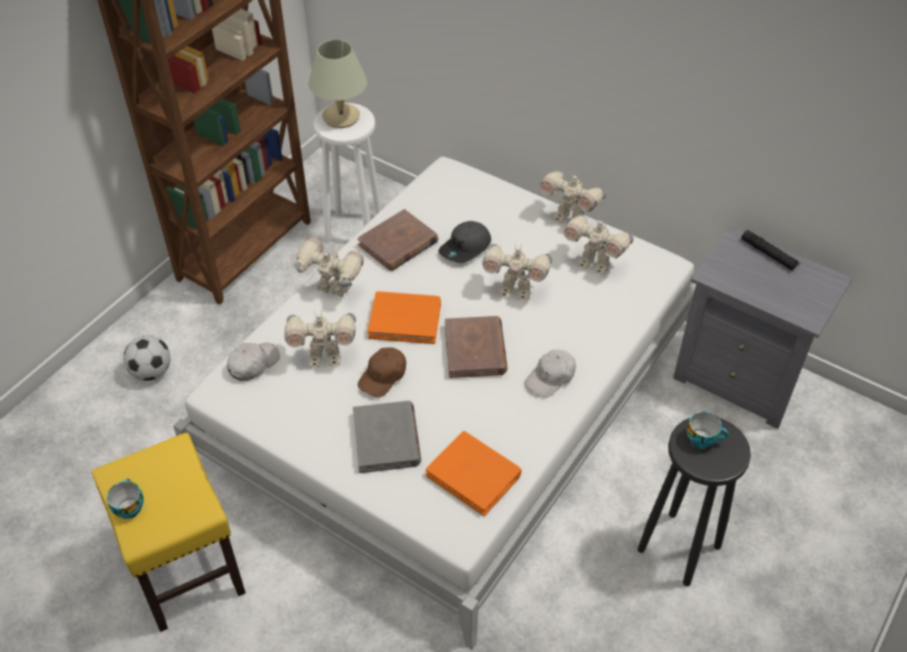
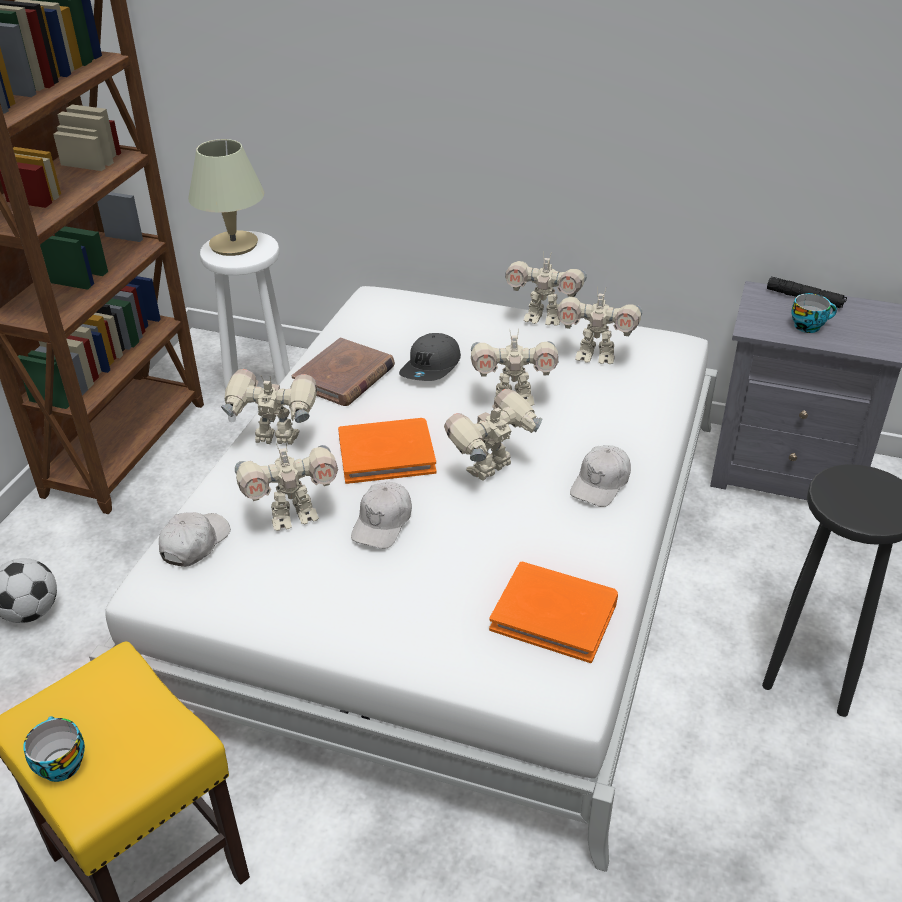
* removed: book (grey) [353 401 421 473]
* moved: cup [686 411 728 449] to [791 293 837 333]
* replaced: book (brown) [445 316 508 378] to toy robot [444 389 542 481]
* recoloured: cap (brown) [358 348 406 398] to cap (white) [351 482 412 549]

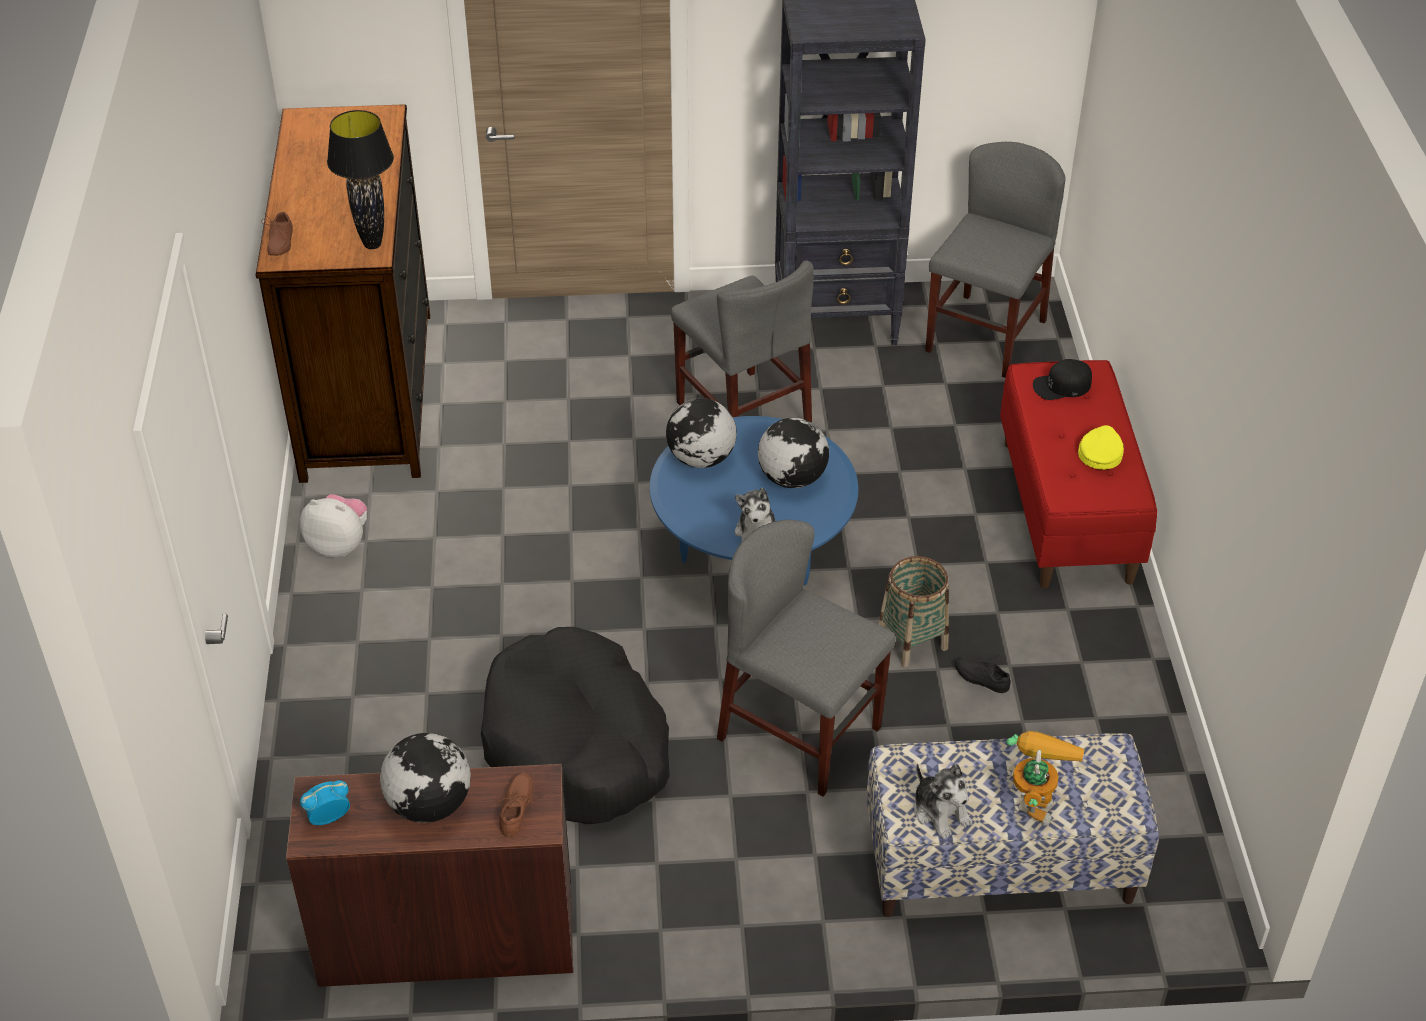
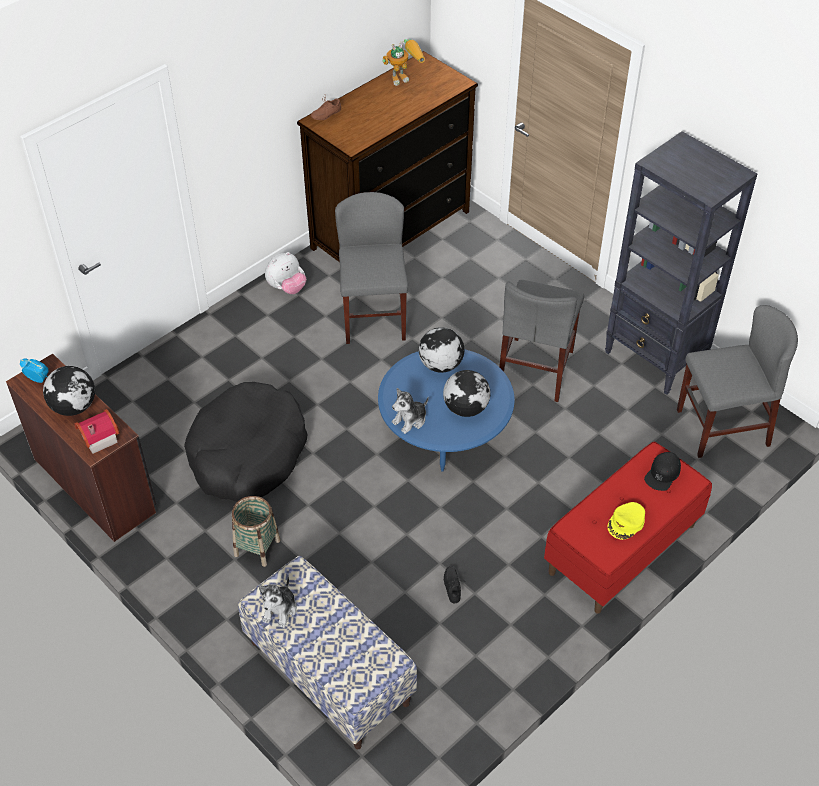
* removed: table lamp (black) [327 110 394 249]
* moved: chair (grey) [717 520 895 796] to [335 192 408 344]
* moved: basket [878 556 949 667] to [232 496 280 567]
* moved: toy robot [1007 731 1085 826] to [382 39 425 86]
* replaced: shoe (brown) [498 773 534 837] to toy house [74 409 120 454]
* turned: plush toy [300 494 367 557] = [265 252 306 294] 75 degrees clockwise
* turned: cap (black) [1033 359 1092 400] = [644 452 681 491] 90 degrees counterclockwise
* turned: cap (yellow) [1078 425 1124 470] = [607 502 645 540] 150 degrees clockwise

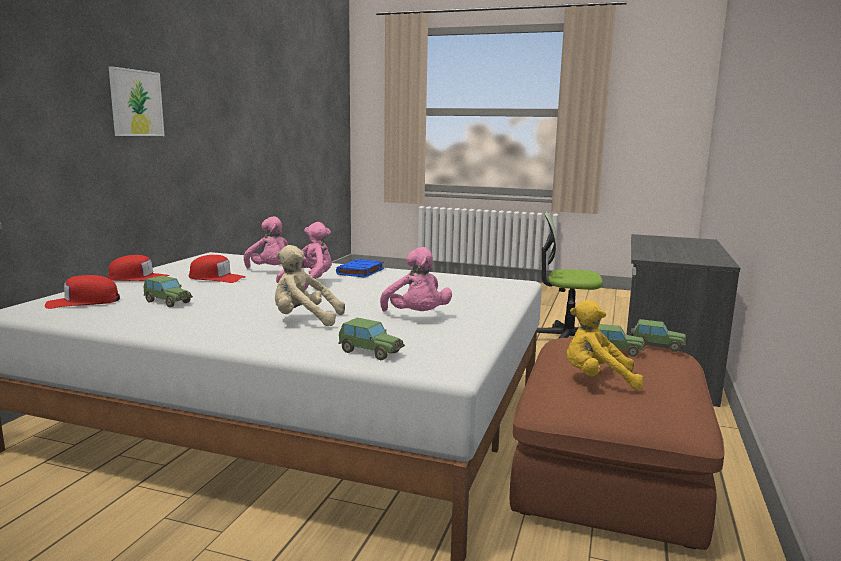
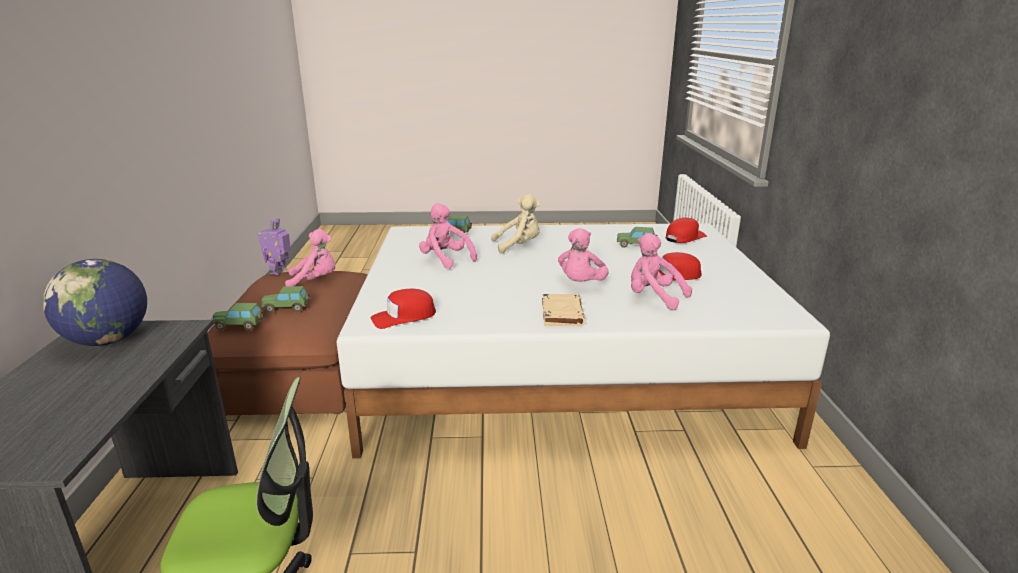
* removed: picture [108 66 164 136]
* added: globe [43 259 147 346]
* added: toy robot [258 218 291 275]
* moved: cap (red) [108 255 170 281] to [371 289 436 329]
* recoloured: book (blue) [336 259 384 278] to book (beige) [542 294 585 326]
* recoloured: plush toy (yellow) [567 300 643 390] to plush toy (pink) [285 229 335 287]

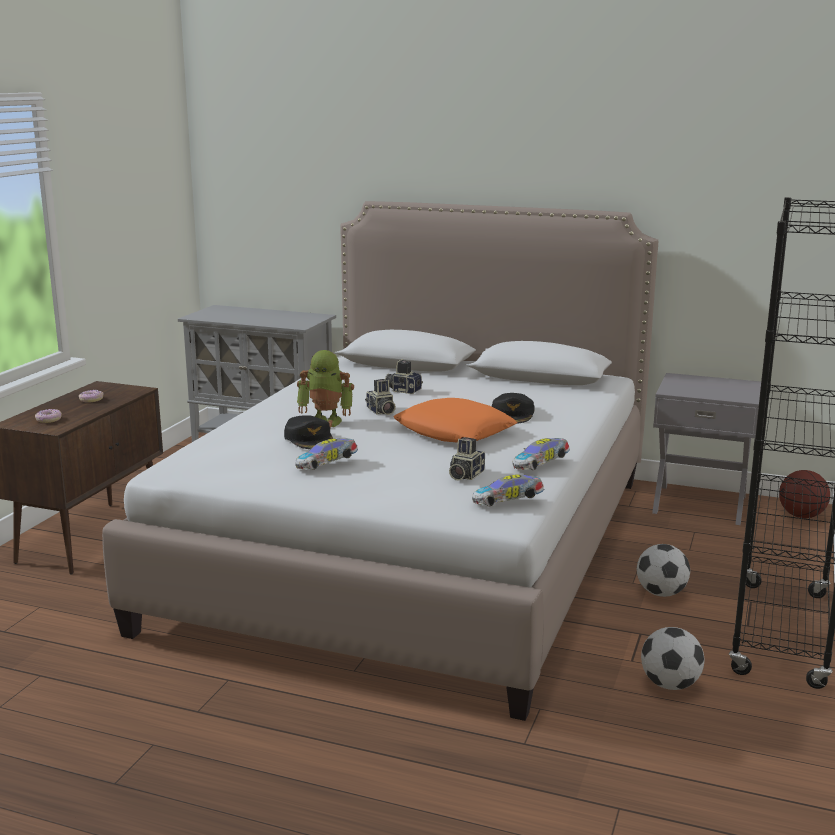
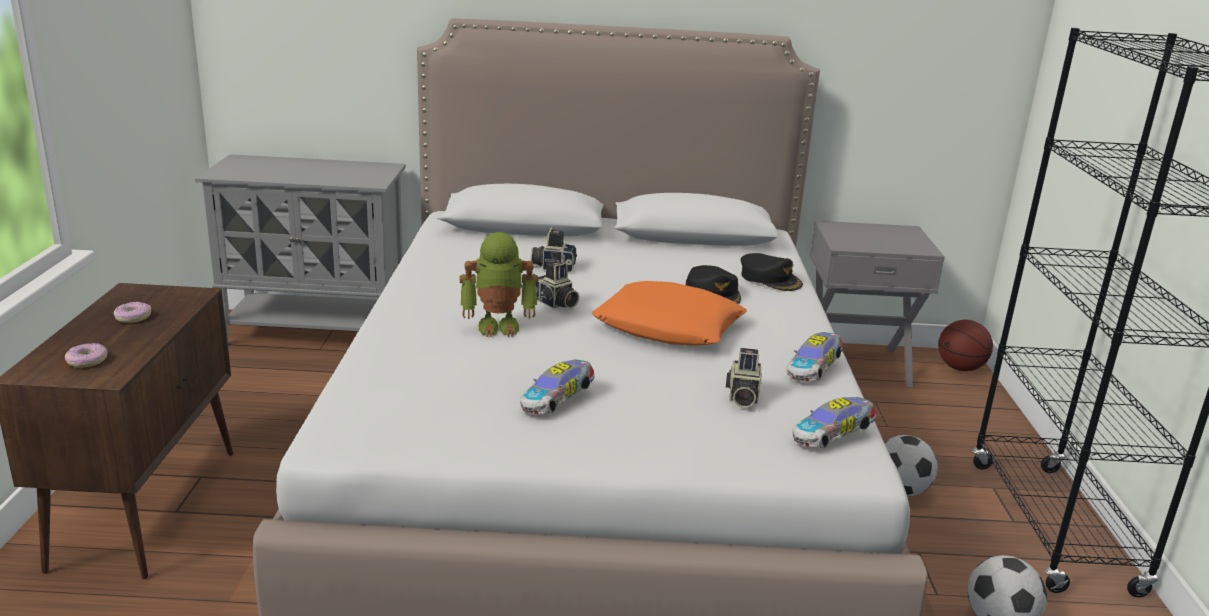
* moved: cap (black) [284 415 333 449] to [741 253 803 291]

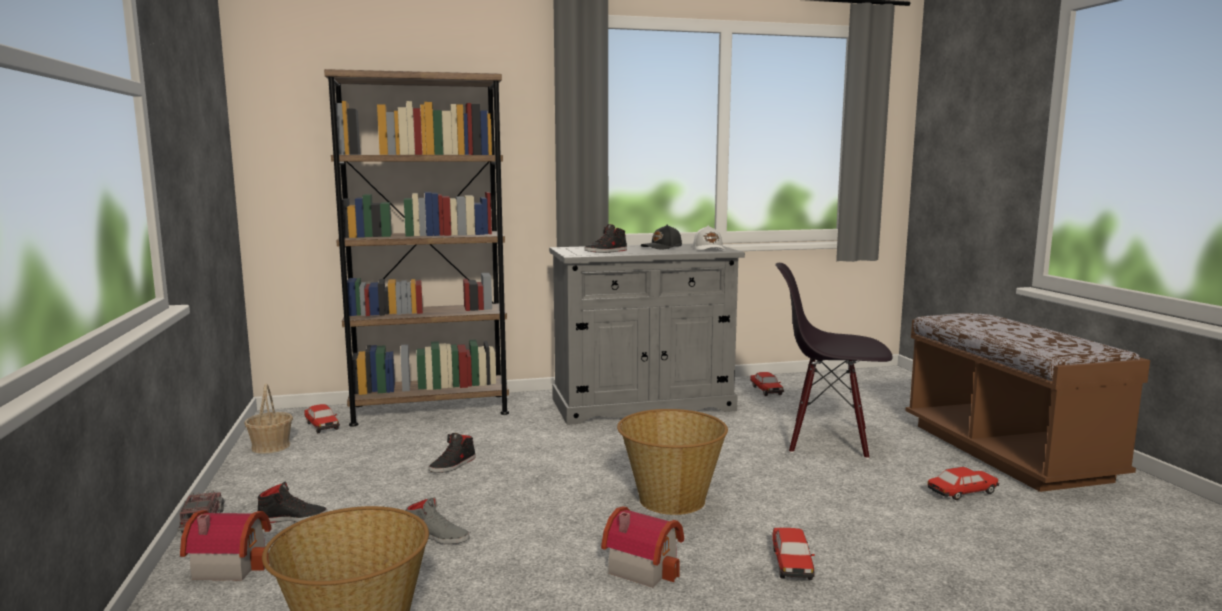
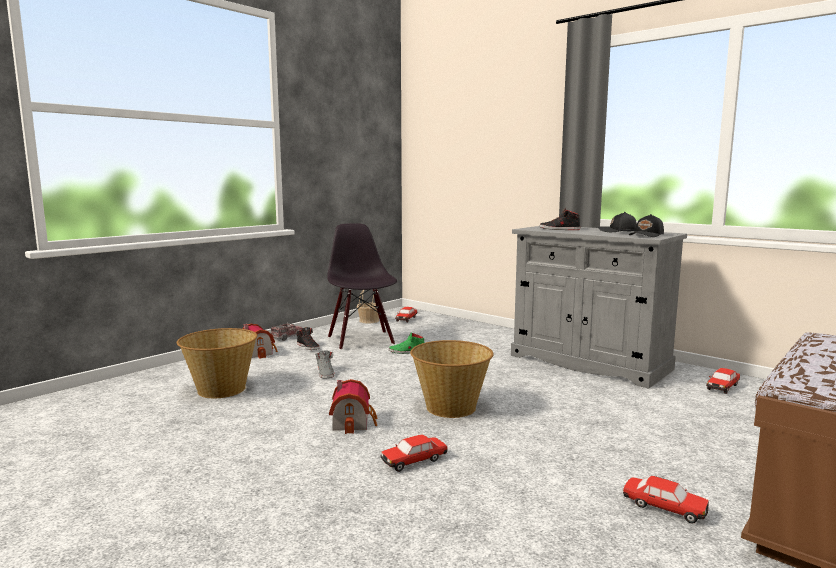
* removed: bookcase (brown) [324 69 509 427]
* moved: chair (black) [775 263 893 459] to [327 223 397 350]
* recoloured: shoe (black) [429 433 476 473] to shoe (green) [389 332 425 354]
* recoloured: cap (white) [693 225 725 251] to cap (black) [629 214 664 237]

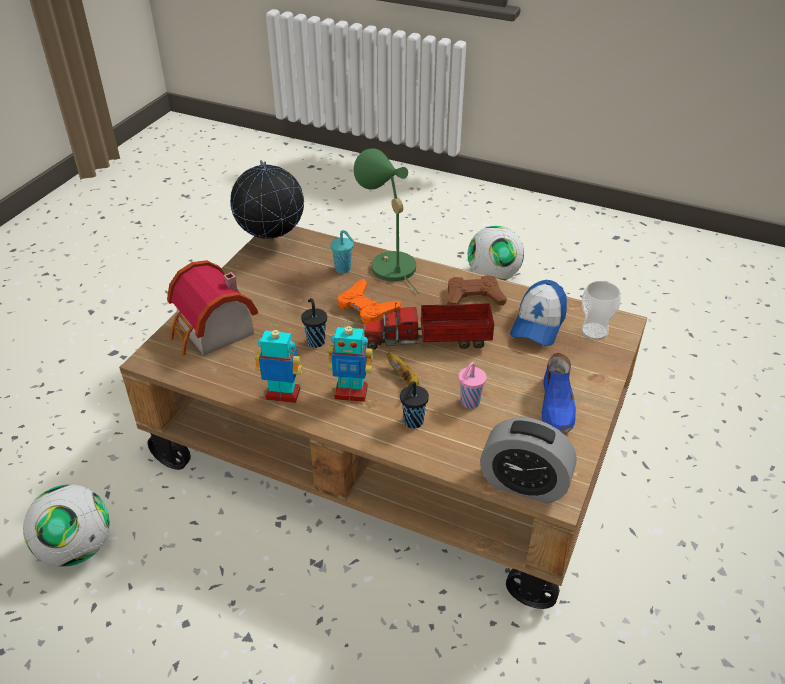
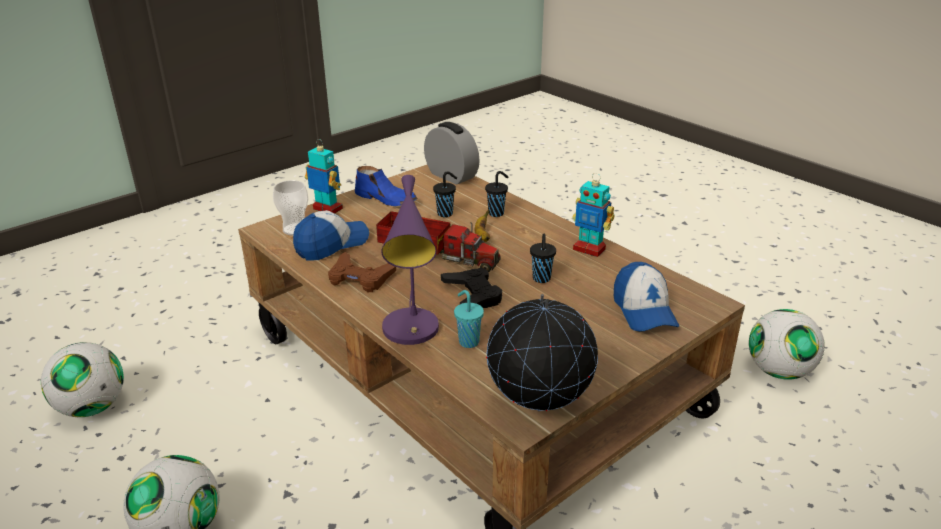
* added: football [41 342 124 417]
* moved: toy robot [328 321 373 402] to [305 139 343 213]
* replaced: toy house [167 260 258 356] to cap [614 262 679 332]
* recoloured: game controller (orange) [337 279 401 324] to game controller (black) [441 268 502 308]
* recoloured: table lamp (green) [354 148 419 294] to table lamp (purple) [381 175 439 345]
* recoloured: cup (pink) [458 362 487 409] to cup (black) [433 171 457 217]
* turned: shoe (blue) [541 353 576 434] = [355 166 418 206] 90 degrees clockwise

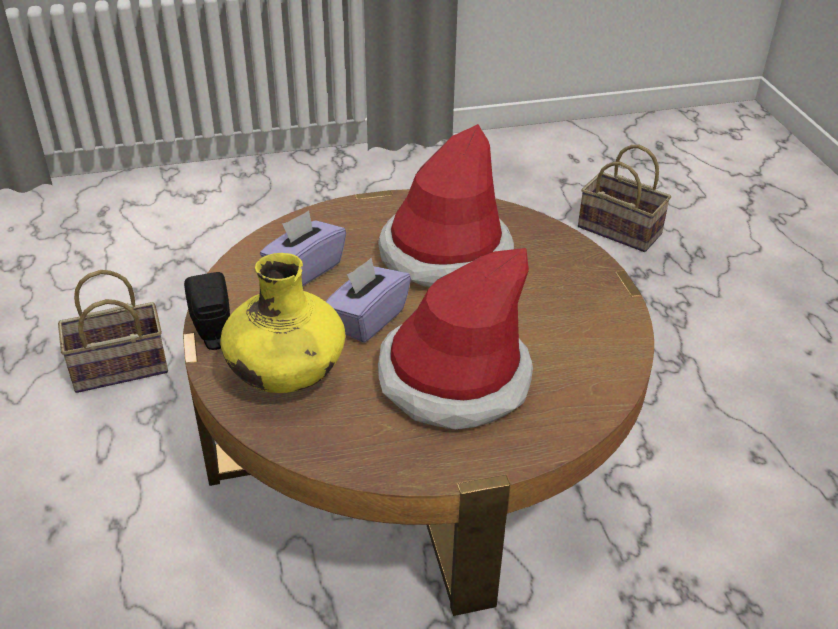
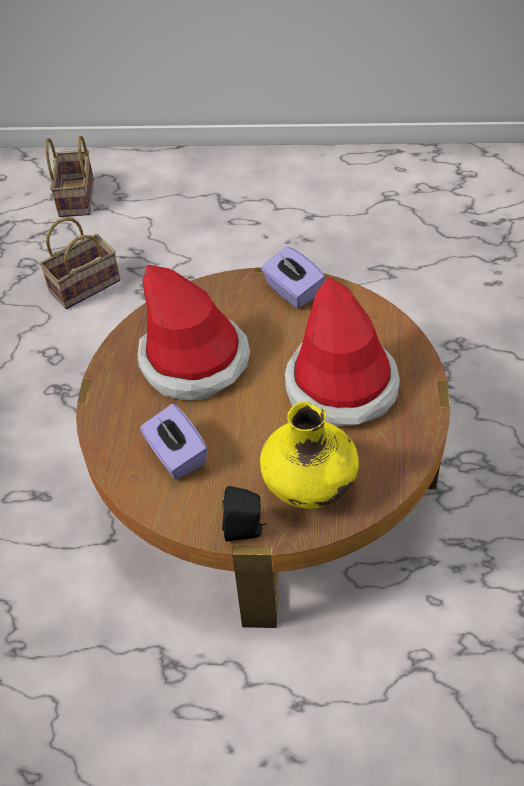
* moved: basket [58 270 168 393] to [45 136 94 217]
* moved: tissue box (purple) [326 257 411 343] to [261 246 325 308]

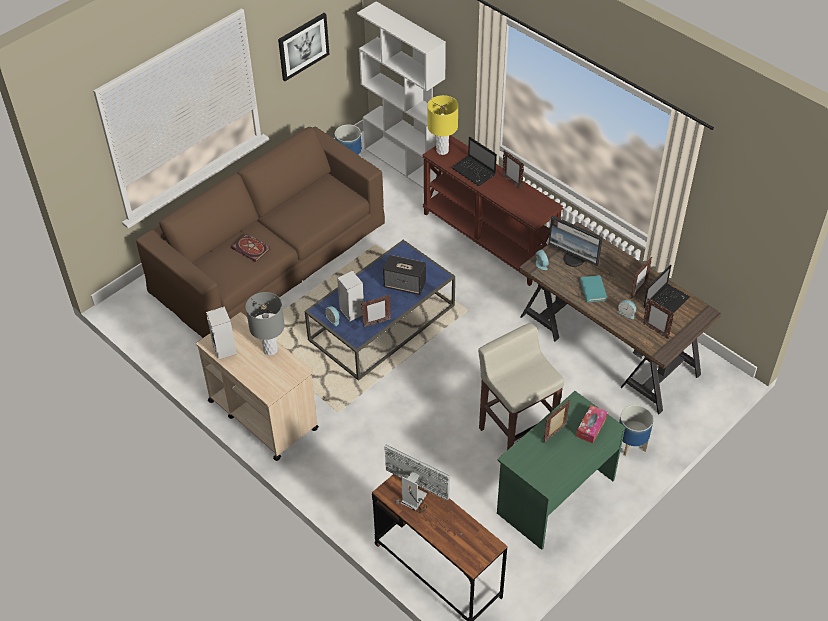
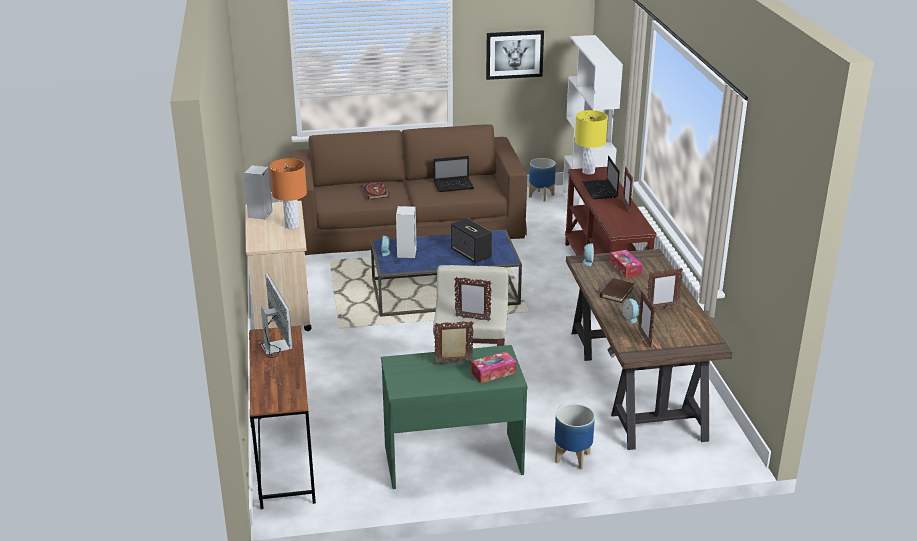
* moved: picture frame [361 295 391 327] to [454 277 492 321]
* moved: laptop [643 265 690 313] to [434 156 474 192]
* replaced: monitor [548 215 603 267] to tissue box [610 250 642 278]
* recoloured: table lamp (grey) [246 292 285 355] to table lamp (orange) [270 158 307 229]
* recoloured: book (turquoise) [580 275 607 302] to book (brown) [600 278 634 303]

